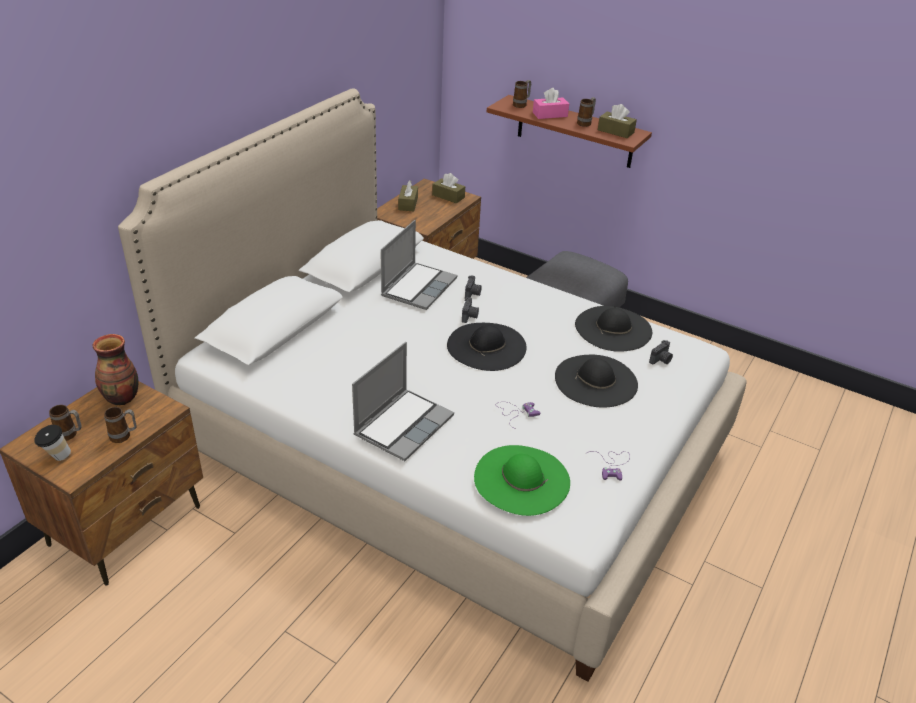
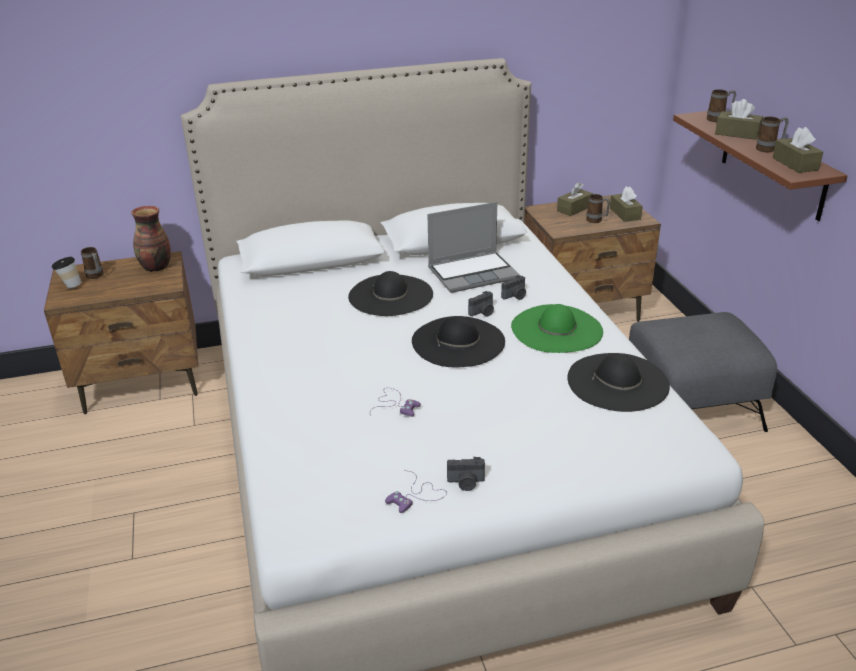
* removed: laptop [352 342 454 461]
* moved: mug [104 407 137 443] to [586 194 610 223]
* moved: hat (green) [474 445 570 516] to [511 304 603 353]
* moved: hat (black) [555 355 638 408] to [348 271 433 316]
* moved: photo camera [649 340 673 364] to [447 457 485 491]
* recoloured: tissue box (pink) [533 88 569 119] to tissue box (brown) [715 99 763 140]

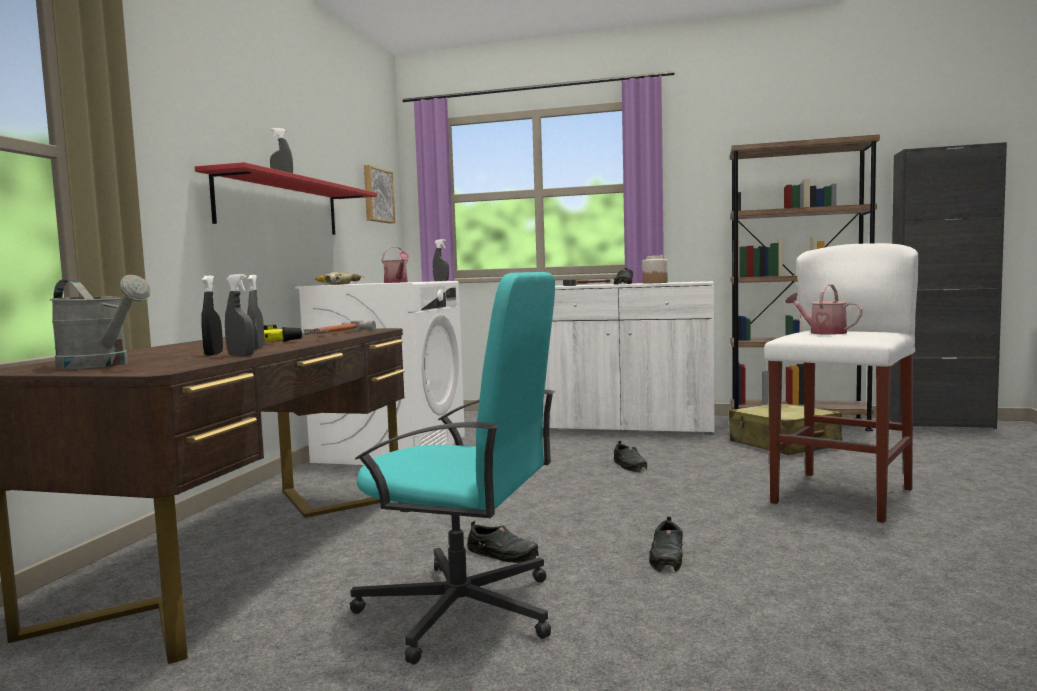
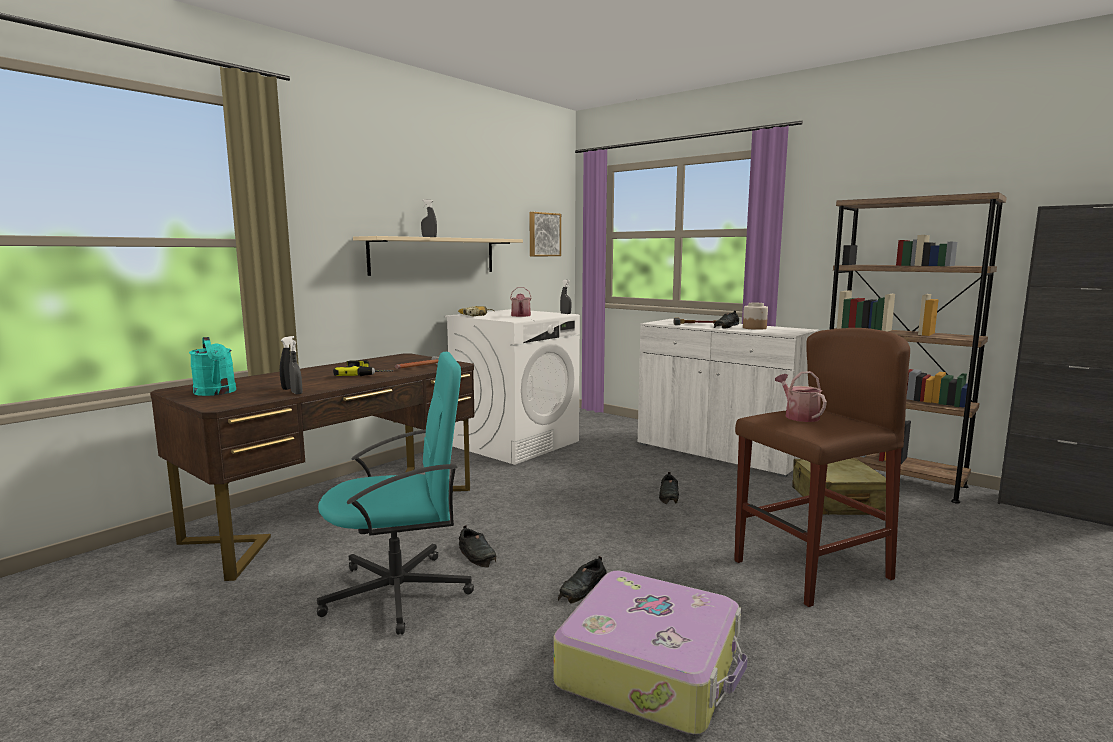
* removed: spray bottle (grey) [247 275 265 350]
* added: suitcase [554 571 748 734]
* recoloured: watering can (grey) [50 275 151 369] to watering can (turquoise) [189 337 236 396]
* recoloured: shelf (red) [195 162 377 235] to shelf (beige) [353 236 523 276]
* recoloured: stool (white) [764 243 918 523] to stool (brown) [734 328 910 607]
* turned: office chair (turquoise) [350 272 555 664] = [317 352 474 635] 60 degrees counterclockwise

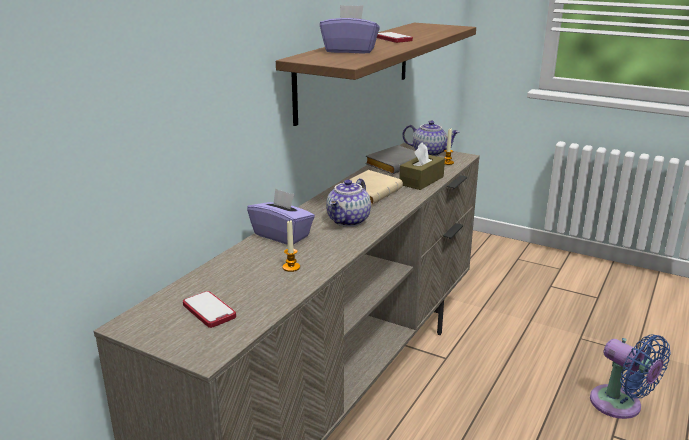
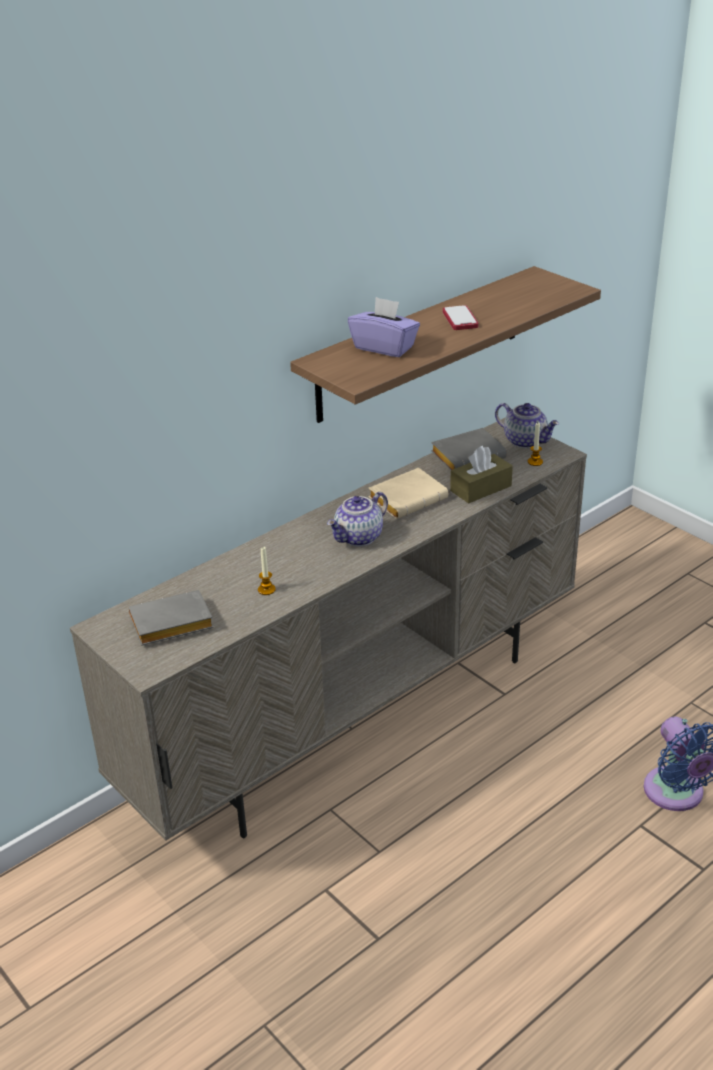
* removed: tissue box (purple) [247 188 315 245]
* replaced: phone [183 291 236 328] to book (grey) [129 590 214 646]

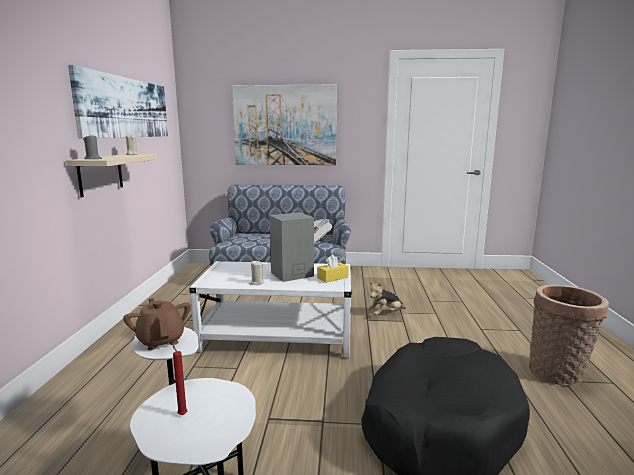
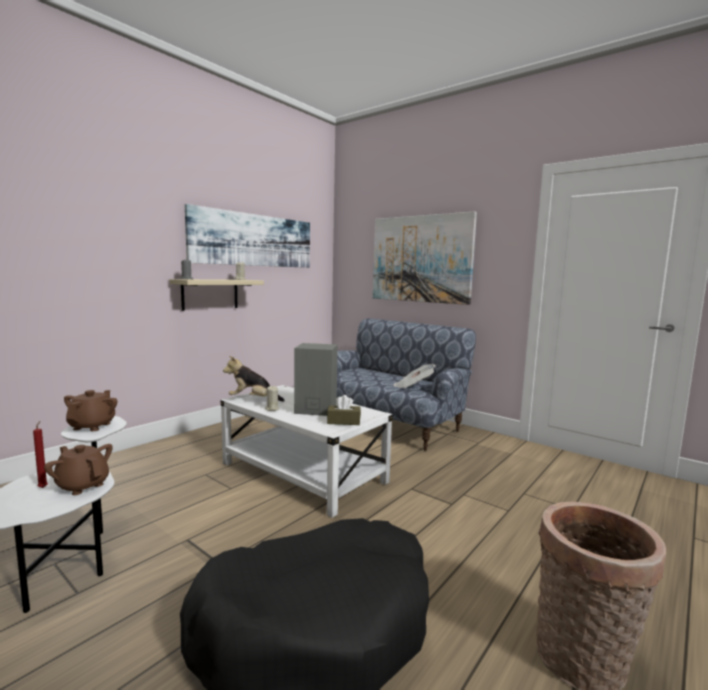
* added: teapot (brown) [44 444 113 495]
* moved: plush toy [368 282 405 315] to [223 356 285 402]
* recoloured: tissue box (yellow) [317 255 349 283] to tissue box (brown) [327 395 361 425]

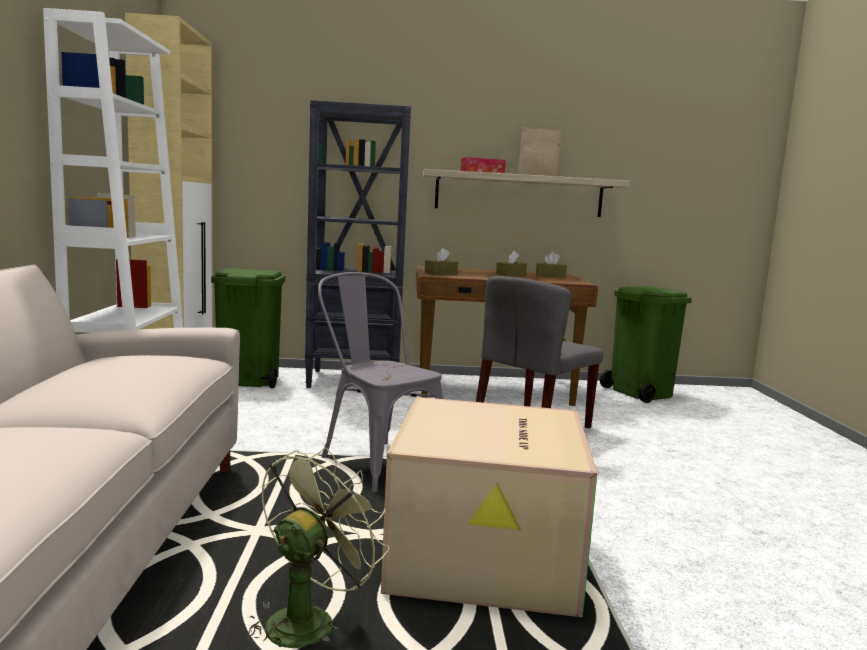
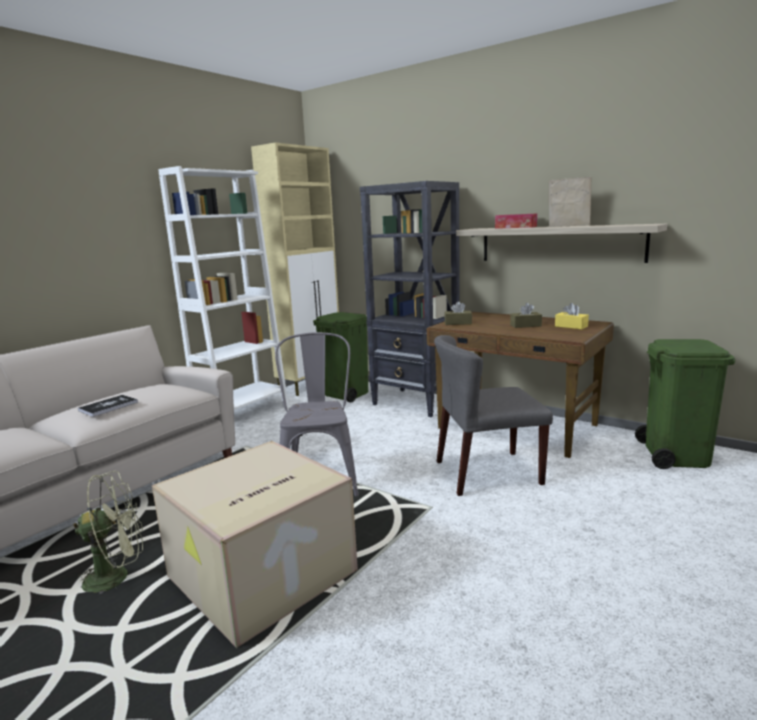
* added: book [78 395 138 417]
* recoloured: tissue box (brown) [536 252 567 278] to tissue box (yellow) [555 303 589 329]

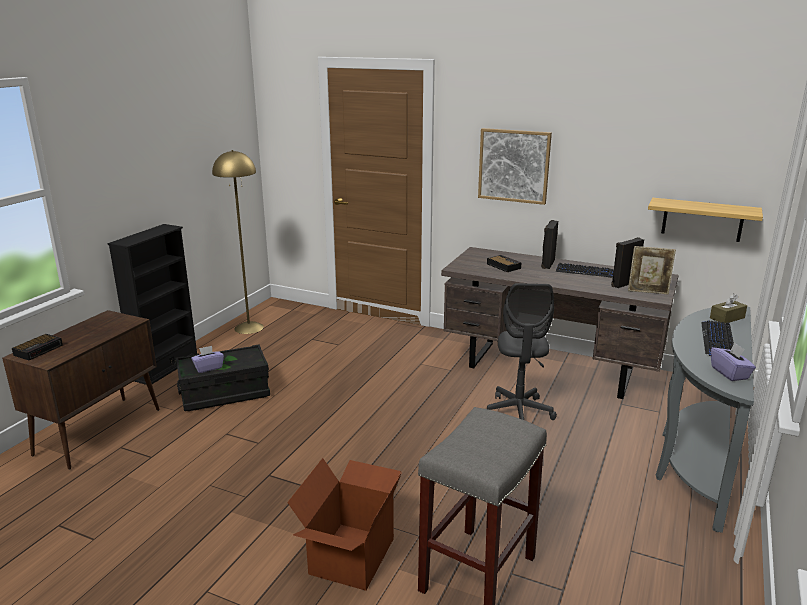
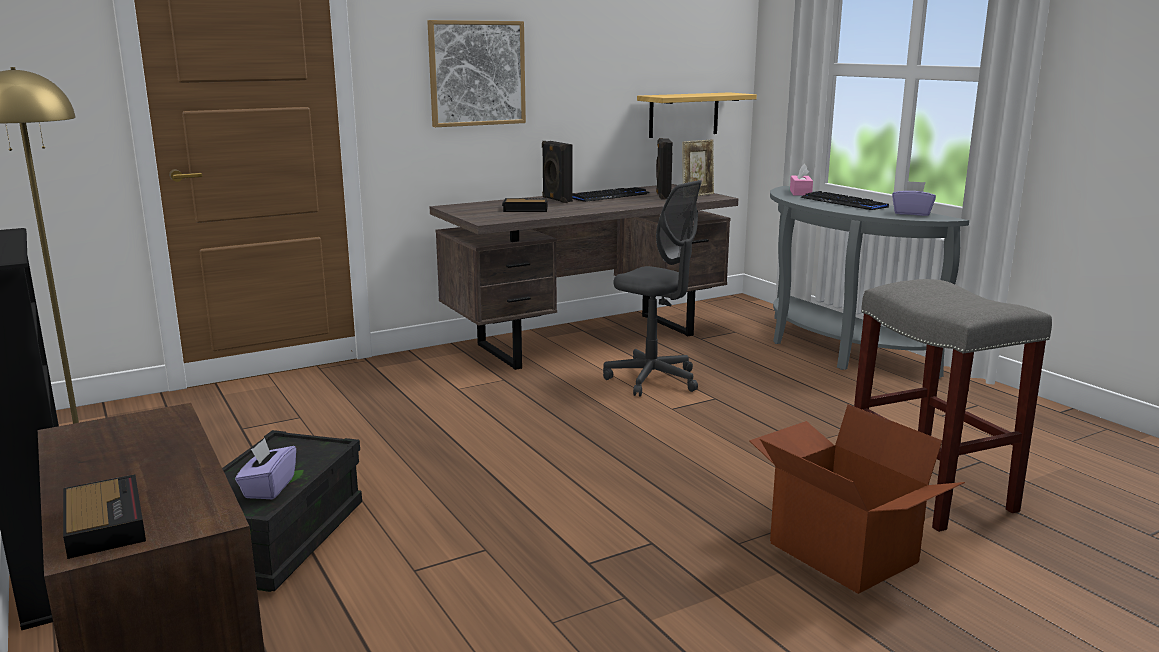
* recoloured: tissue box (brown) [710 293 747 323] to tissue box (pink) [790 164 813 196]

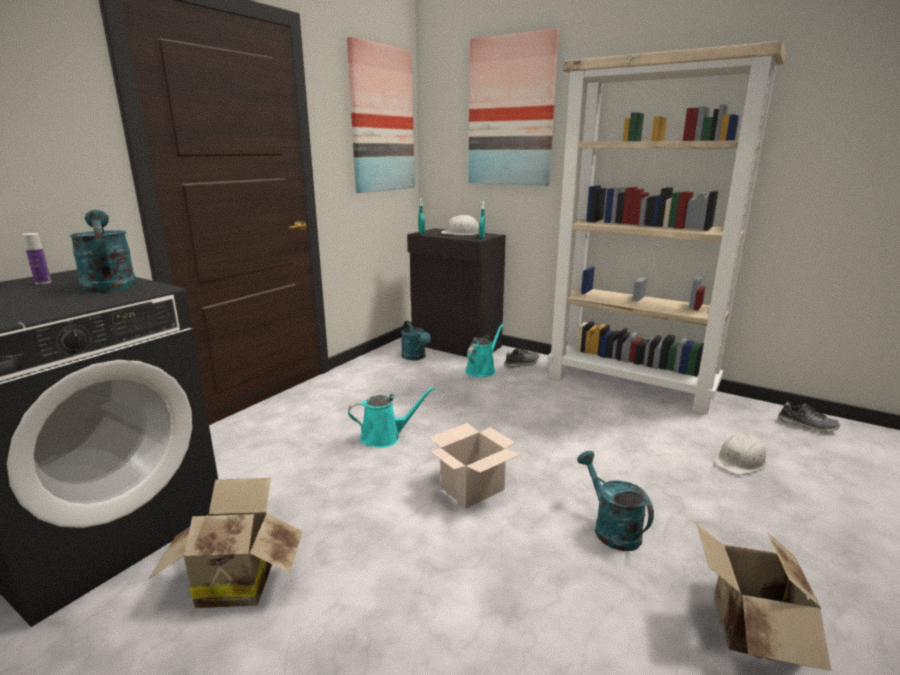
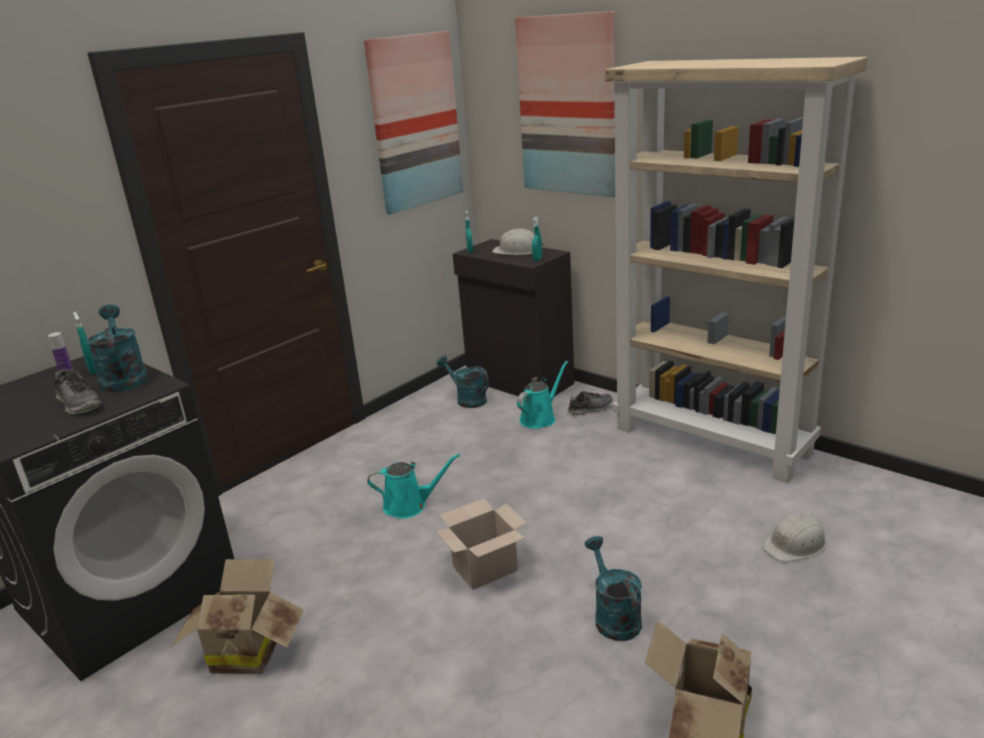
* added: spray bottle (turquoise) [73 312 96 374]
* moved: shoe [777 402 840 433] to [54 369 101 414]
* turned: watering can (turquoise) [401 320 431 360] = [437 355 489 408] 150 degrees clockwise

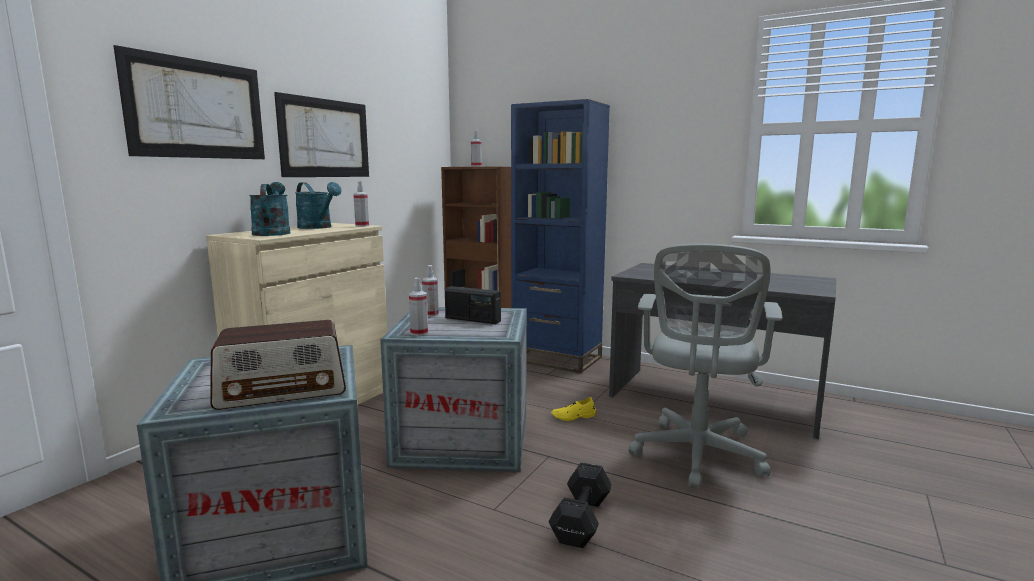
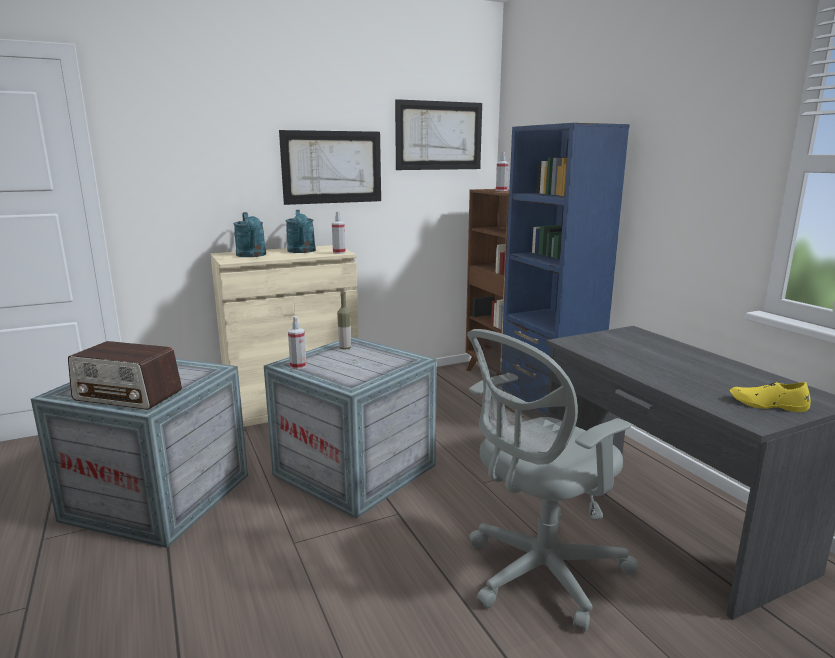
* removed: radio [445 286 501 324]
* removed: dumbbell (black) [548 463 612 548]
* moved: picture [113 45 265 159] to [395 99 482 170]
* moved: shoe (yellow) [551 397 596 421] to [730 382 811 412]
* replaced: spray bottle [422 265 439 317] to bottle [337 292 351 350]
* turned: watering can (turquoise) [249 182 290 236] = [233 212 266 257] 135 degrees clockwise

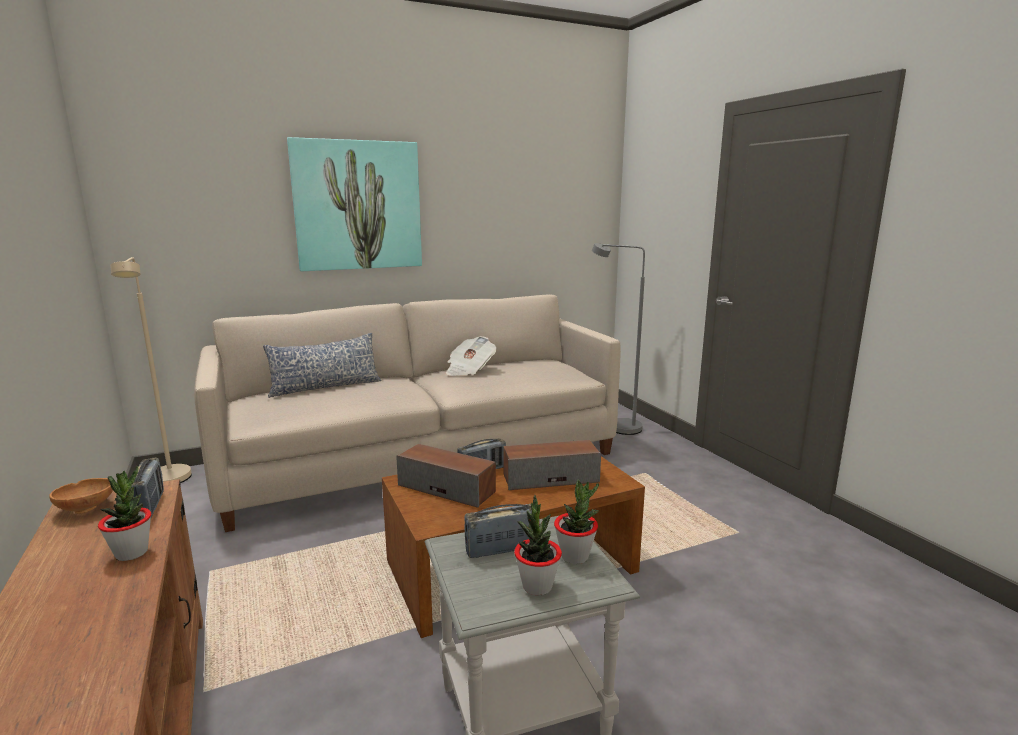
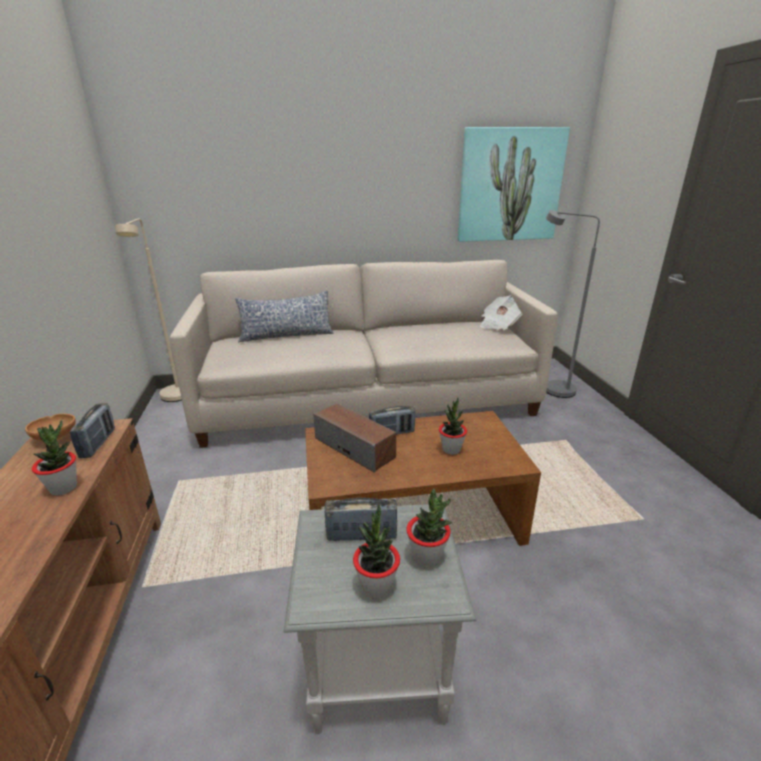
* moved: picture [287 137 422 271] to [458 127 570 242]
* moved: newspaper [446 336 496 376] to [480 295 522 330]
* replaced: speaker [503 440 601 490] to potted plant [439 398 467 455]

